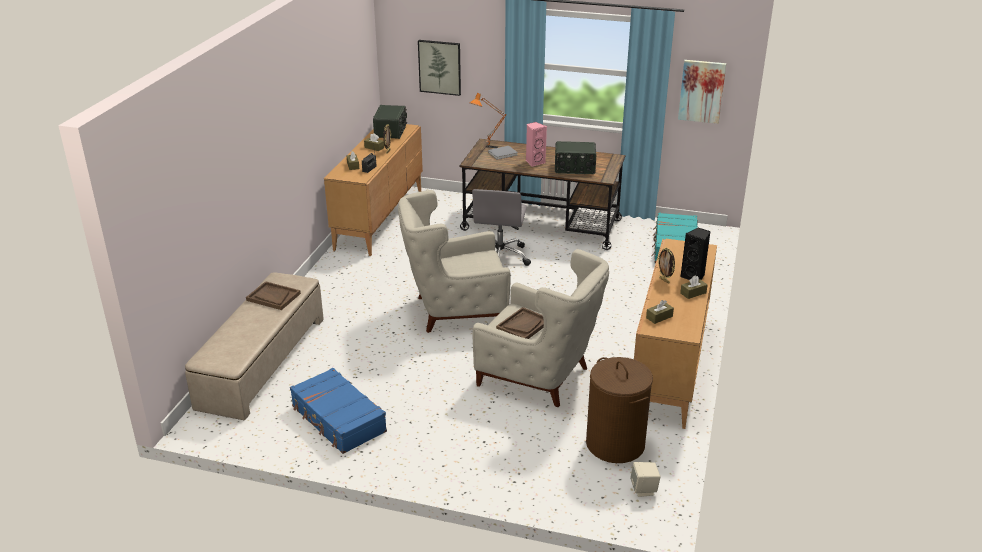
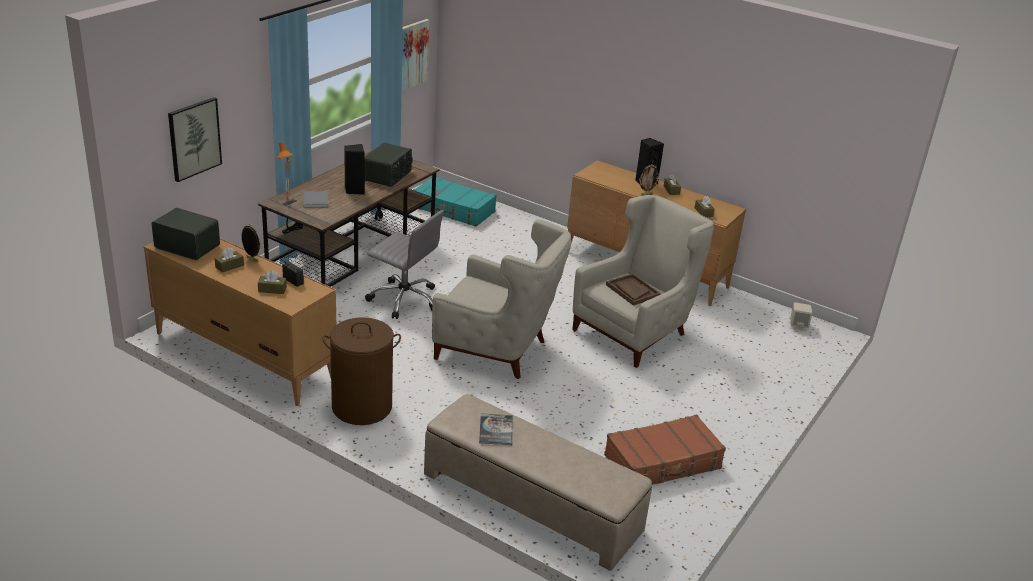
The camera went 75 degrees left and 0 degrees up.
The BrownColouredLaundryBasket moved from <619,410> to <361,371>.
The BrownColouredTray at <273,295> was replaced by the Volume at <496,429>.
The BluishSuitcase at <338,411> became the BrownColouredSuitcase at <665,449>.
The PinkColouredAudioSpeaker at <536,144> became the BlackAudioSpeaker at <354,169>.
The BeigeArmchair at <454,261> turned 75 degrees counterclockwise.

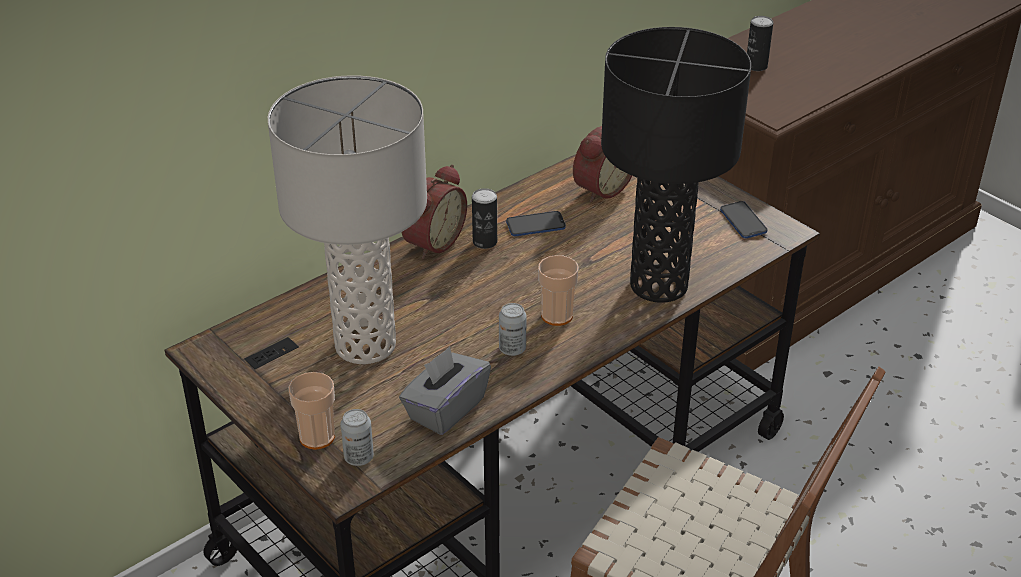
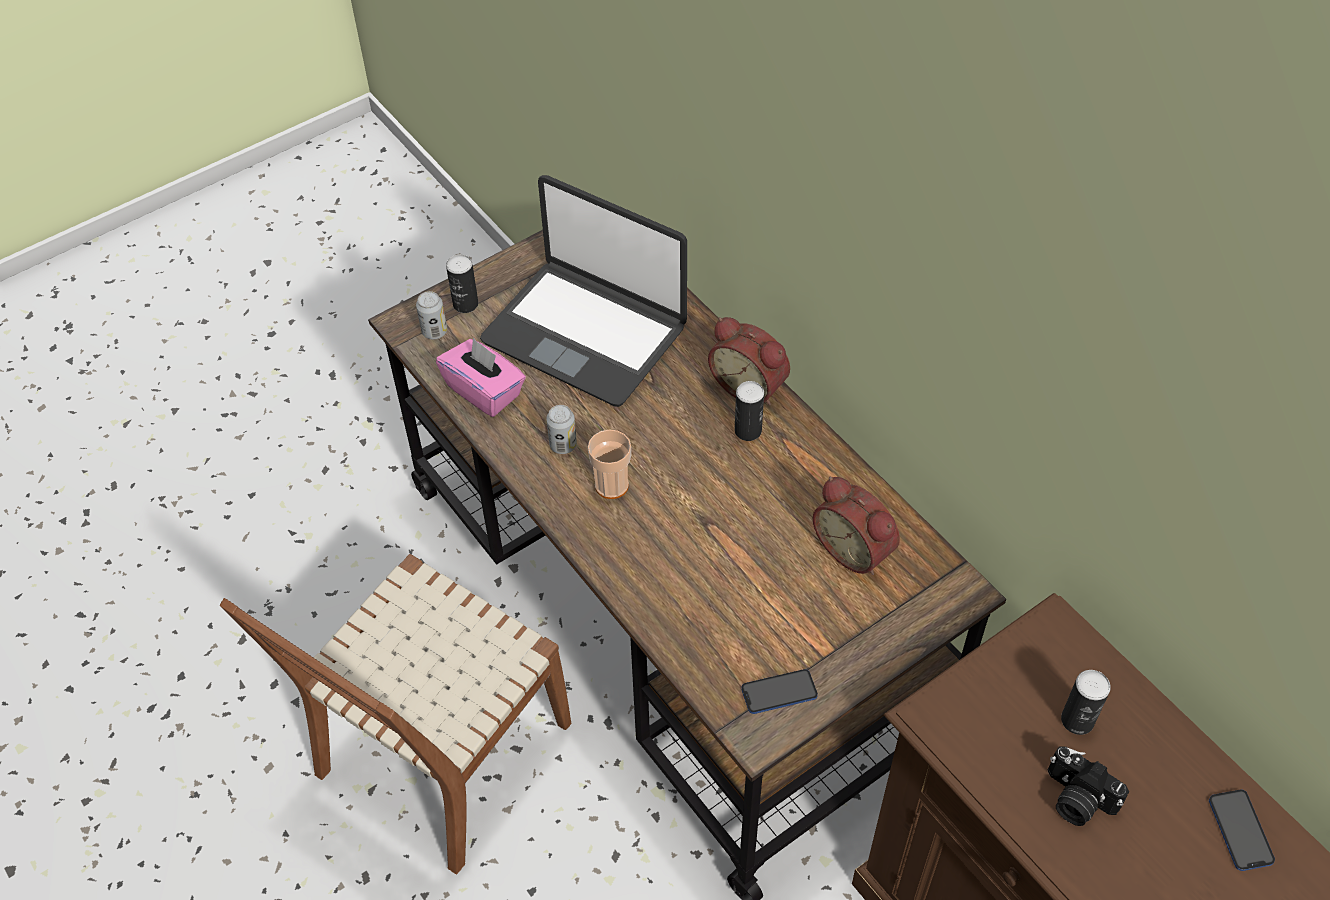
The camera went 95 degrees right and 15 degrees up.
The BlackTableLamp at <676,165> disappeared.
The StillCamera at <1088,786> appeared.
The Handset moved from <536,223> to <1242,830>.
The WhiteColouredTableLamp at <347,219> was replaced by the NotebookComputer at <583,291>.
The SmallCup at <311,411> was replaced by the SealedCan at <462,283>.
The GreyishTissueHolder at <445,390> became the PinkColouredTissueHolder at <481,377>.

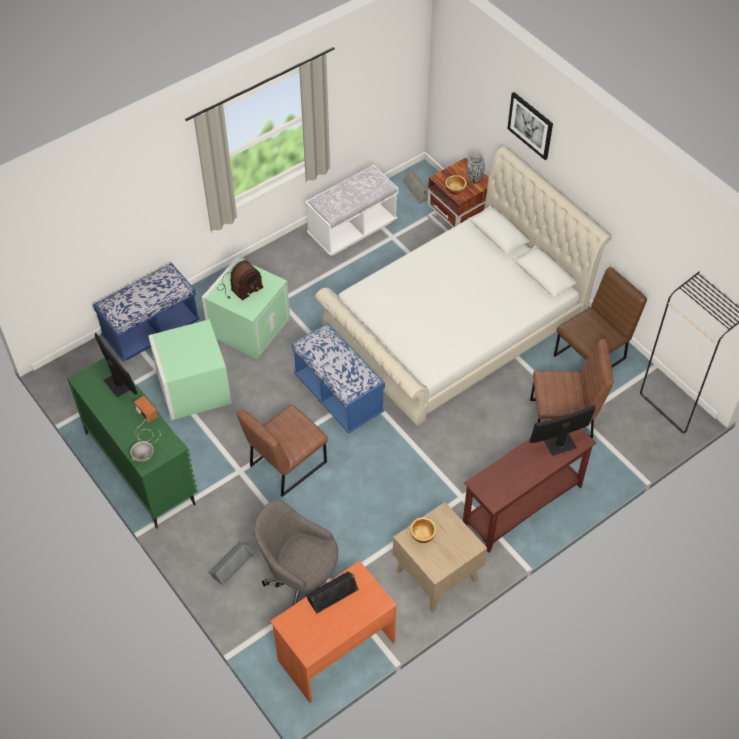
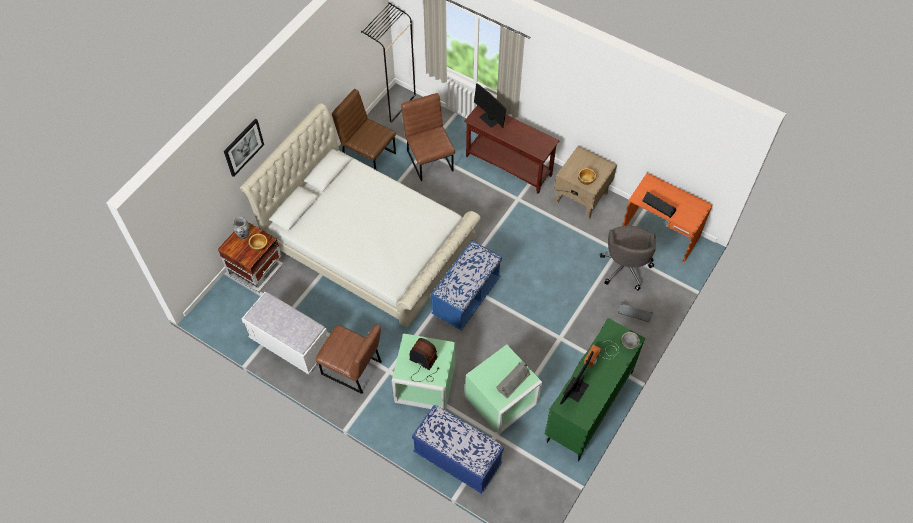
The camera went 110 degrees left and 5 degrees up.
The BrownColouredUprightChair moved from <282,451> to <348,359>.
The GreyishAudioSpeaker moved from <415,187> to <513,381>.

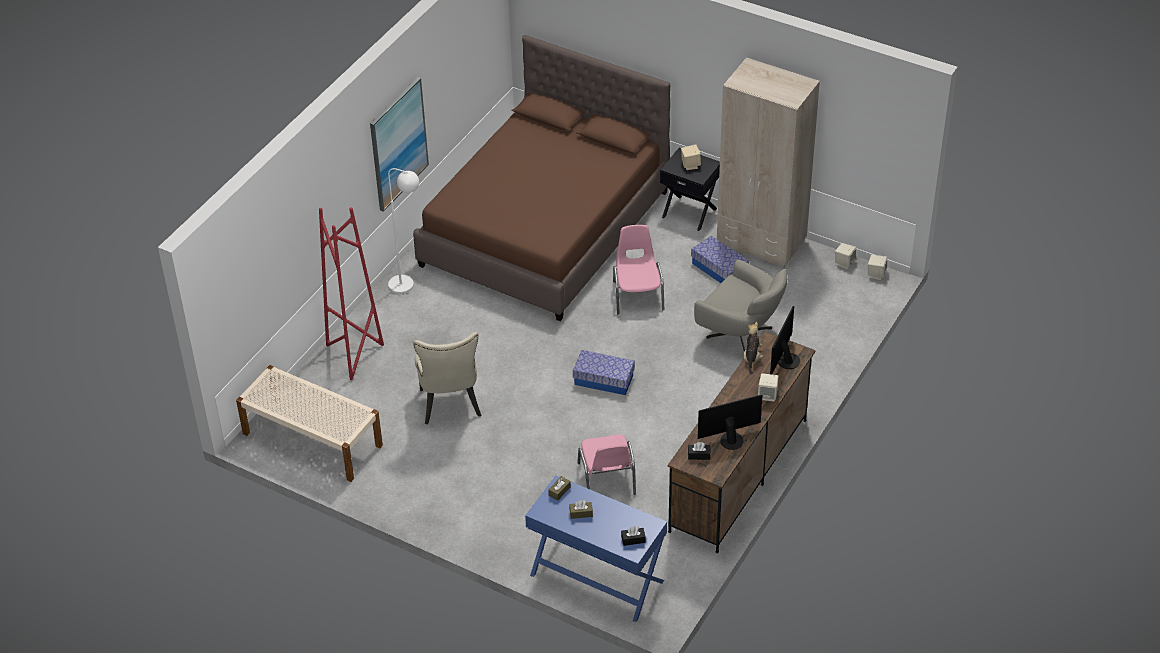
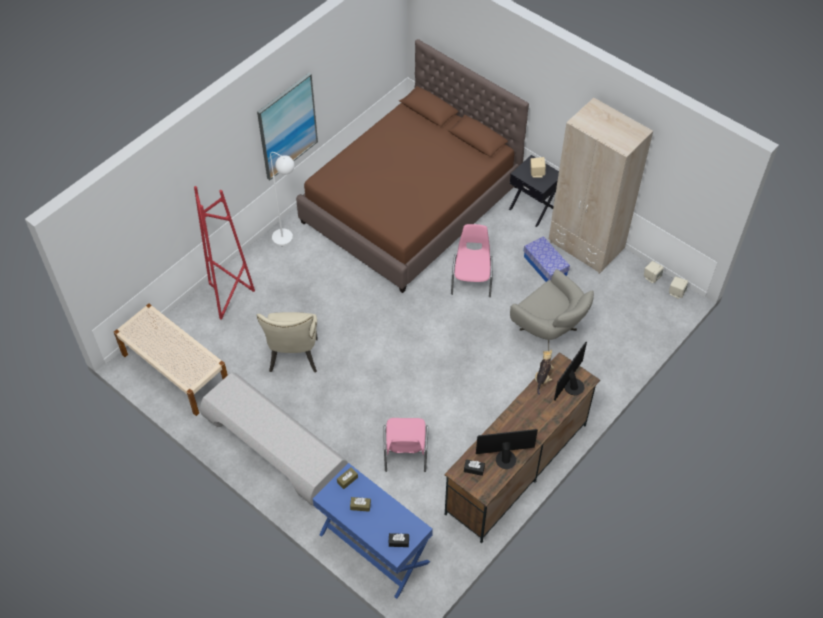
The camera went 10 degrees right and 10 degrees up.
The StorageBin at <604,372> disappeared.
The BeigeAudioSpeaker at <768,387> disappeared.
The GreyishBench at <274,439> appeared.

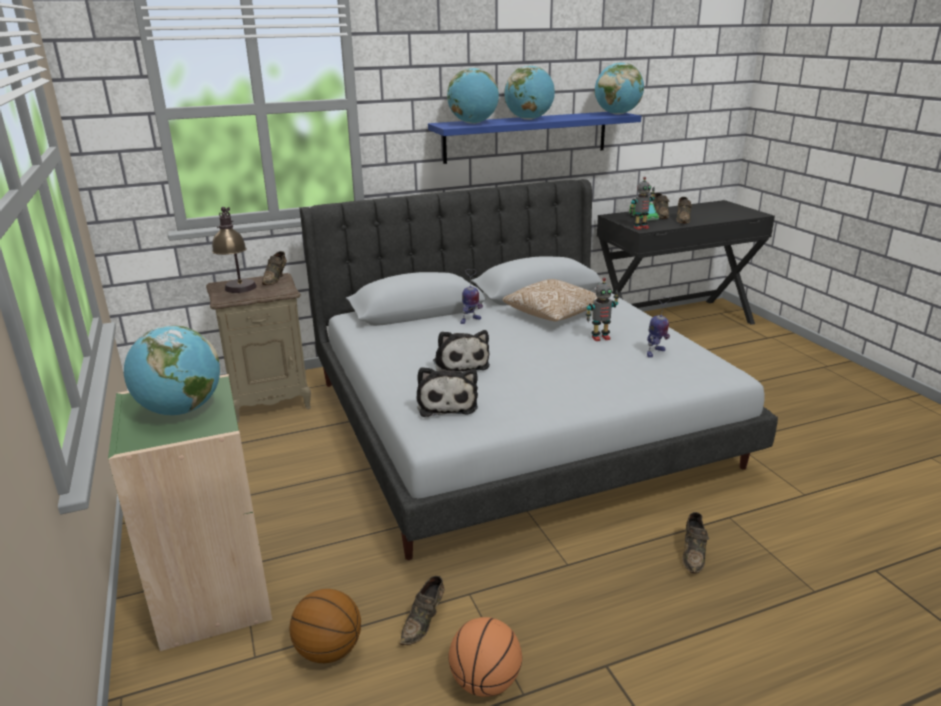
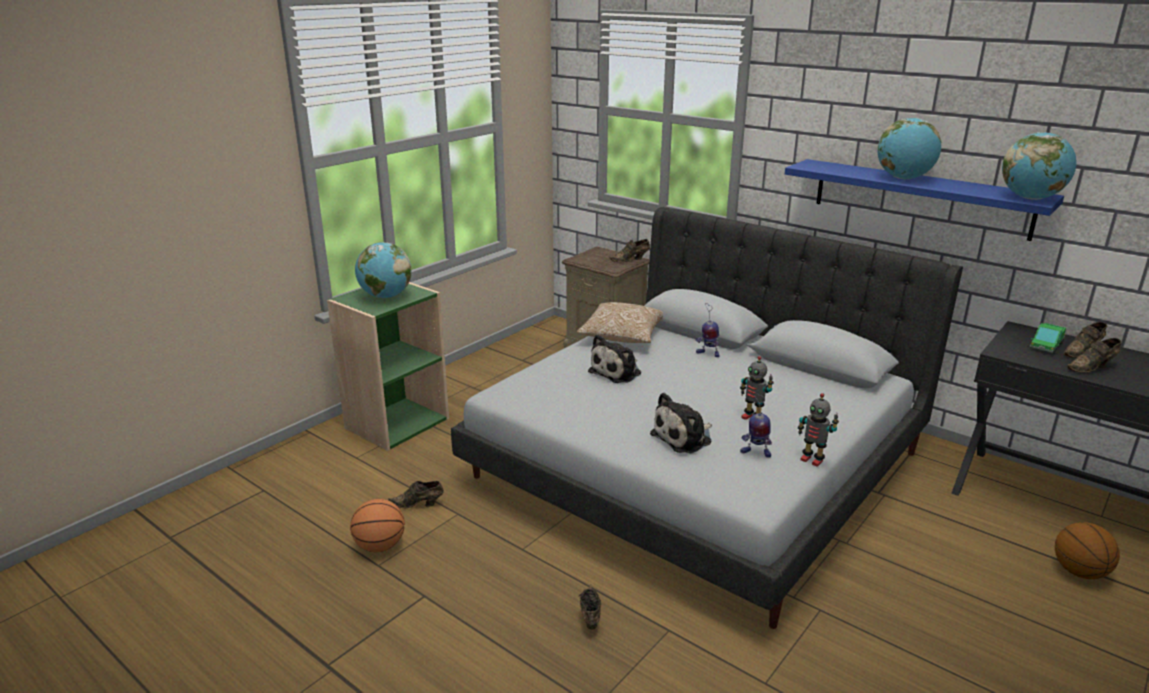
The camera went 60 degrees right and 0 degrees up.
The TableLamp at <234,250> disappeared.
The WorldGlobe at <473,96> disappeared.
The BallForBasketball moved from <325,626> to <1087,550>.
The PlushToy moved from <447,392> to <681,422>.
The ThrowPillow moved from <550,300> to <620,322>.
The RobotFigure moved from <642,203> to <818,430>.
The BrownColouredLowShoe at <695,543> turned 105 degrees clockwise.

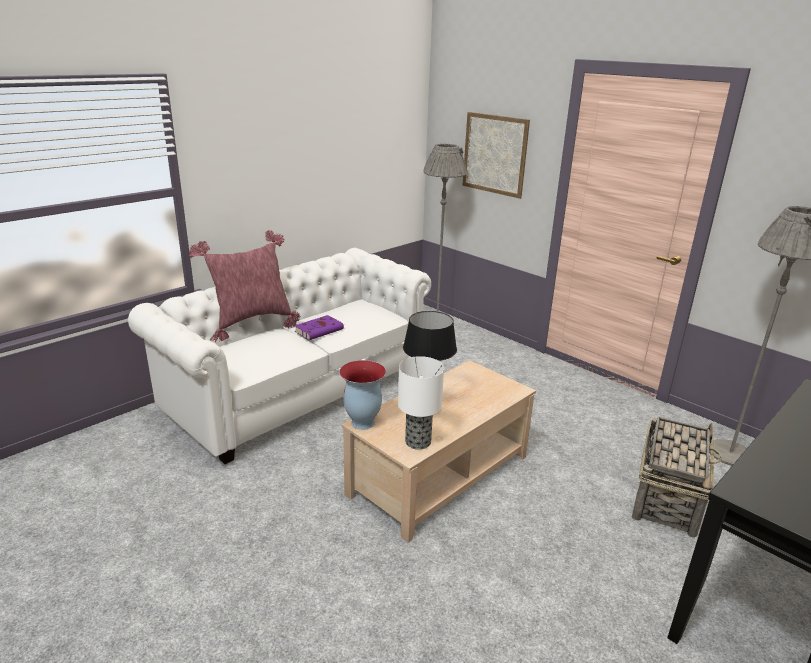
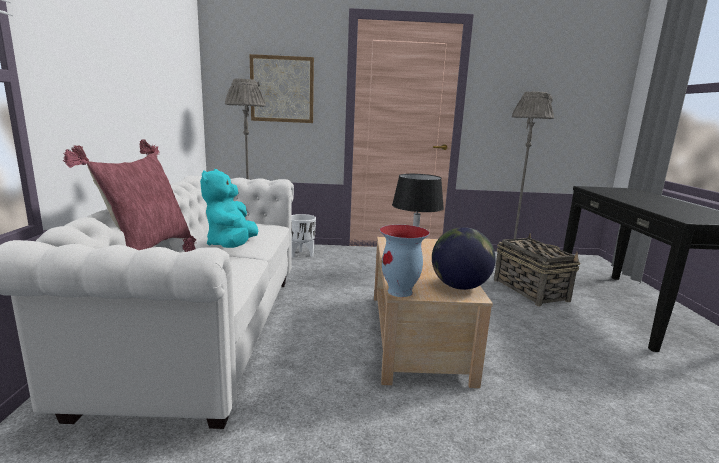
The camera went 45 degrees left and 10 degrees down.
The WhiteColouredFlowerPot at <304,236> appeared.
The PurpleColouredVolume at <319,327> was replaced by the TurquoisePlushToy at <229,208>.
The TableLamp at <421,403> was replaced by the WorldGlobe at <464,258>.

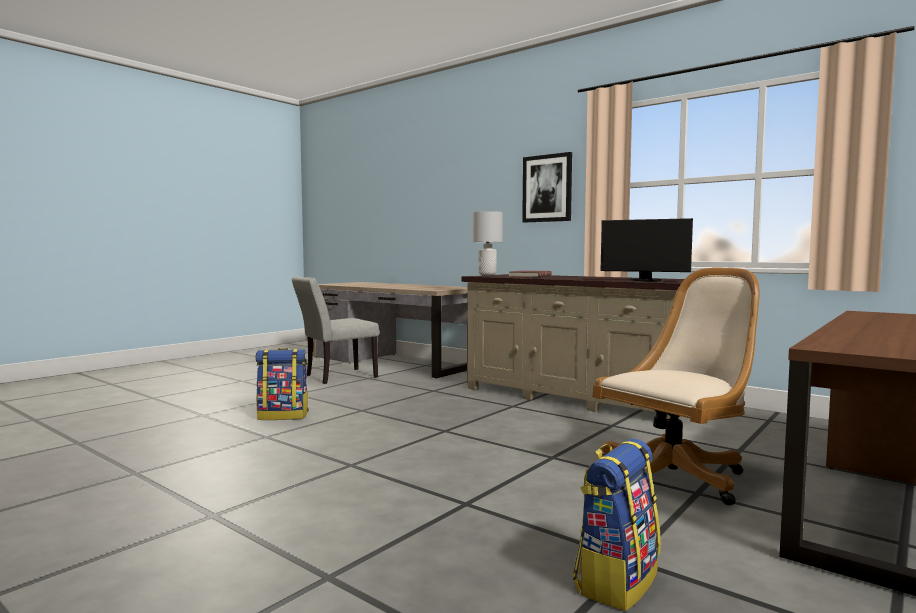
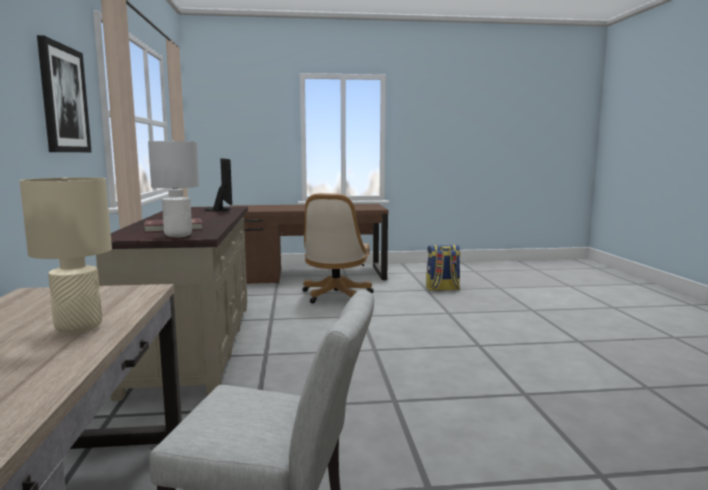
The camera went 135 degrees left and 5 degrees up.
The Knapsack at <282,384> disappeared.
The BeigeTableLamp at <65,255> appeared.
The OfficeChair at <676,386> turned 90 degrees counterclockwise.

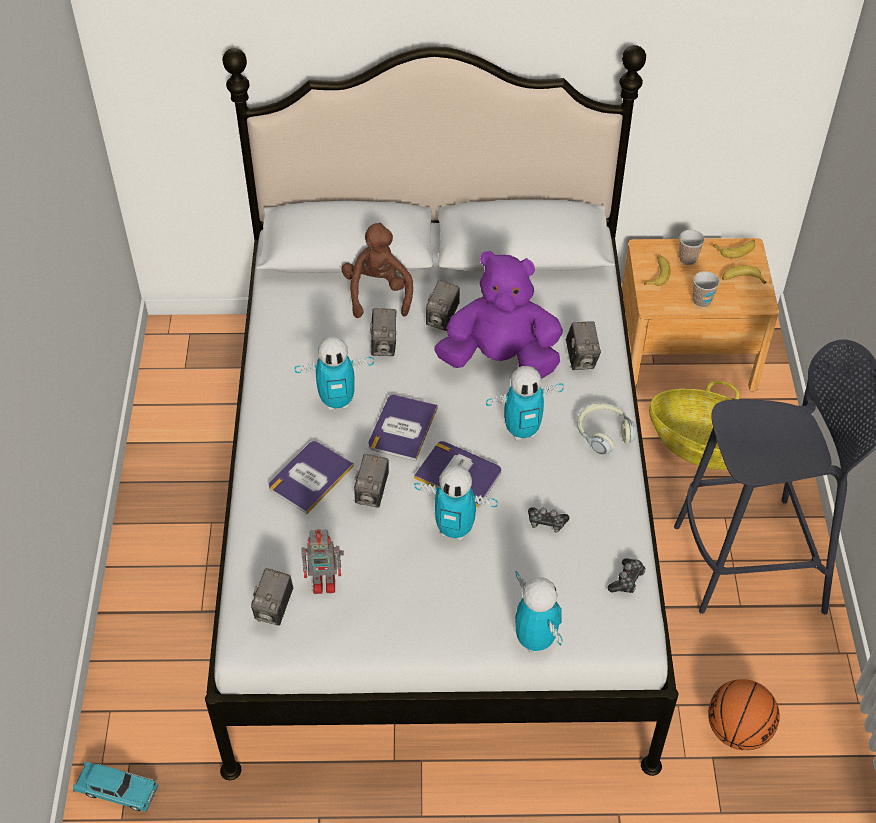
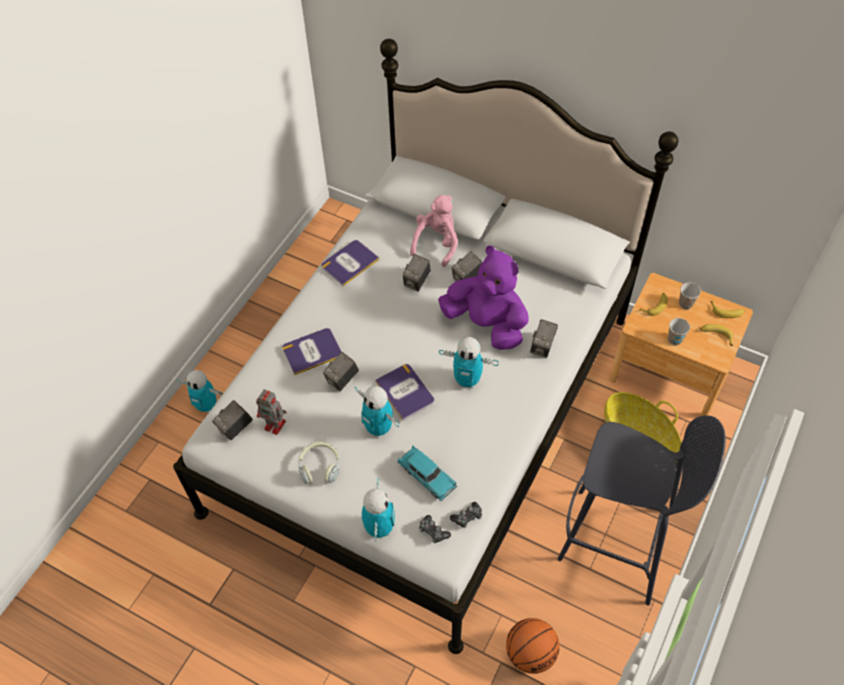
The camera went 30 degrees right and 5 degrees up.
The TurquoiseToyCar moved from <116,786> to <427,473>.
The RobotFigure moved from <334,373> to <199,391>.
The Volume moved from <403,428> to <350,263>.
The Gamepad moved from <548,520> to <435,529>.
The PairOfHeadphones moved from <606,429> to <319,462>.
The BrownColouredPlushToy at <377,270> became the PinkColouredPlushToy at <434,231>.

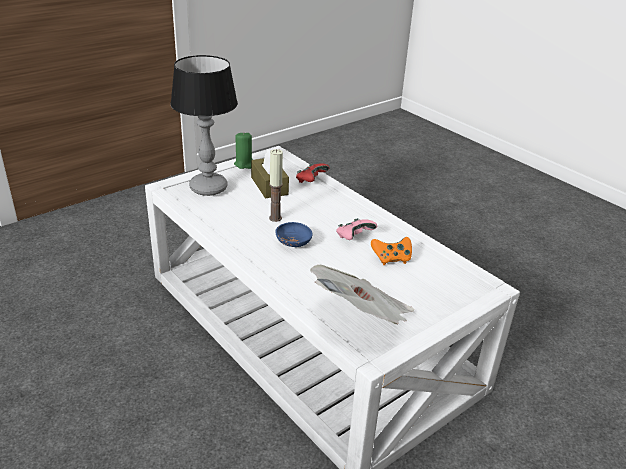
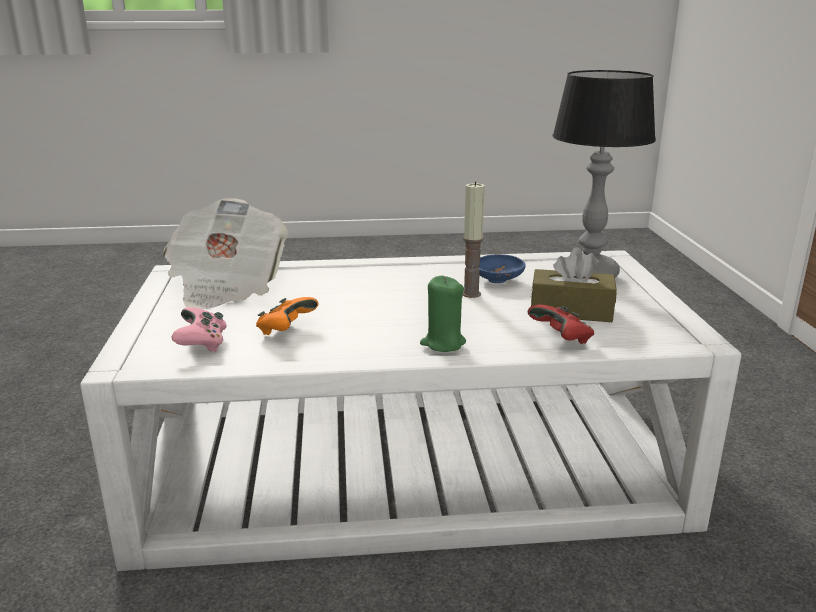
The camera went 125 degrees right and 10 degrees down.
The GreenishWaxLight moved from <243,151> to <443,314>.
The BluishDeepDish moved from <294,234> to <502,268>.
The PinkColouredGamepad moved from <356,229> to <199,329>.

